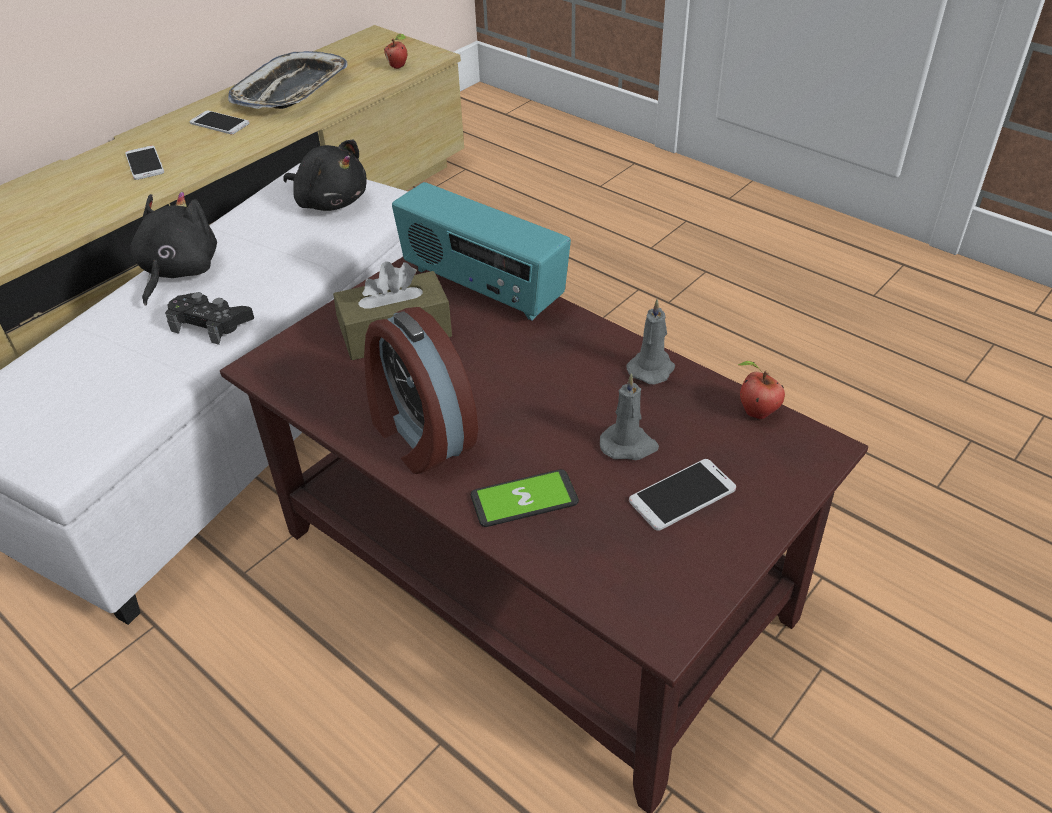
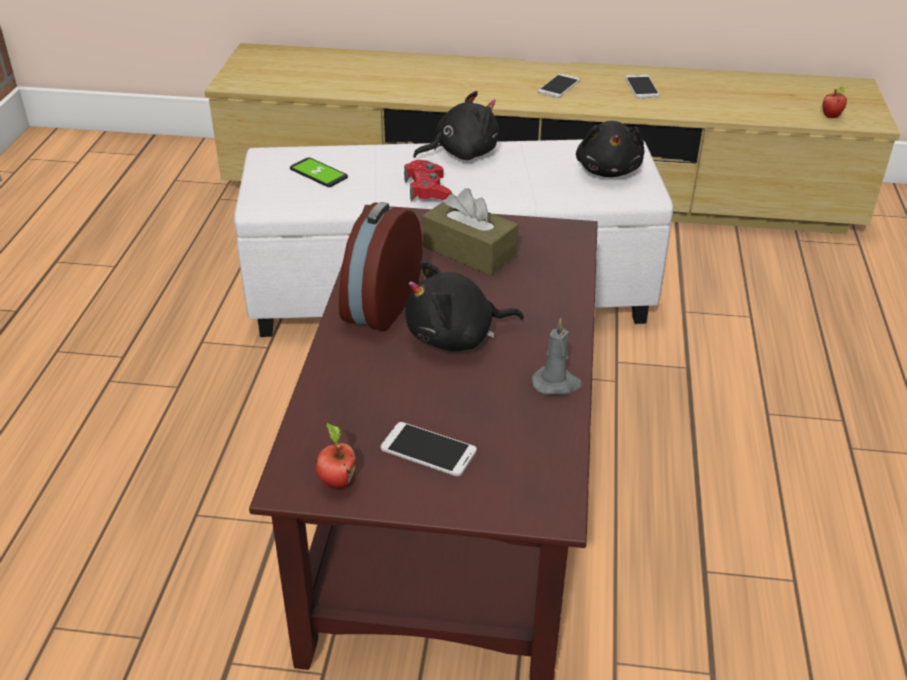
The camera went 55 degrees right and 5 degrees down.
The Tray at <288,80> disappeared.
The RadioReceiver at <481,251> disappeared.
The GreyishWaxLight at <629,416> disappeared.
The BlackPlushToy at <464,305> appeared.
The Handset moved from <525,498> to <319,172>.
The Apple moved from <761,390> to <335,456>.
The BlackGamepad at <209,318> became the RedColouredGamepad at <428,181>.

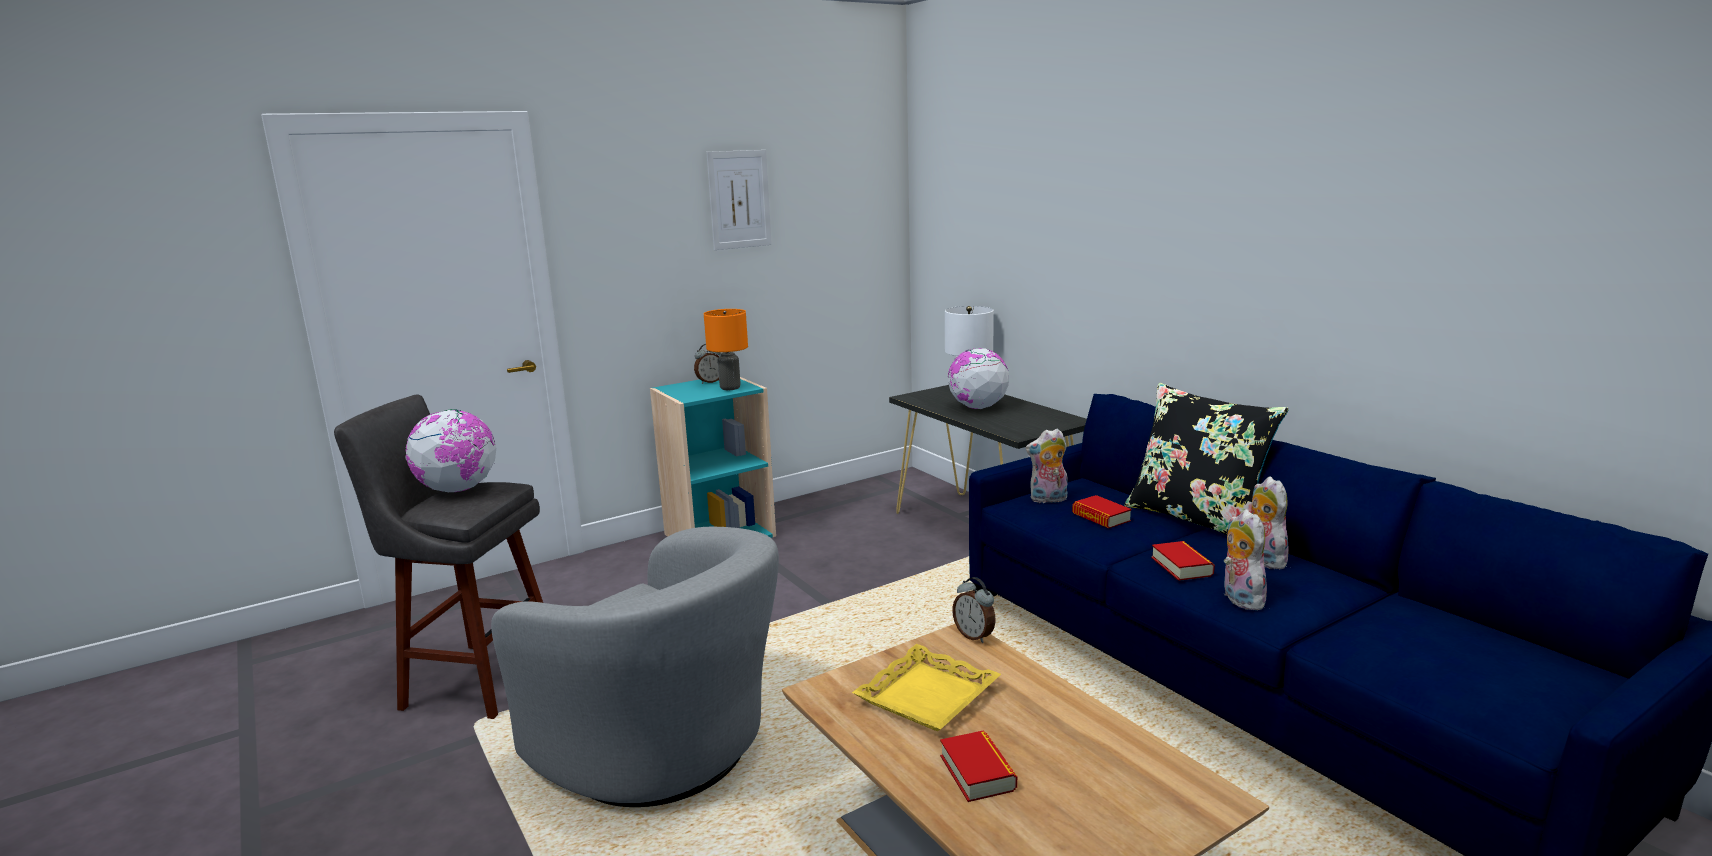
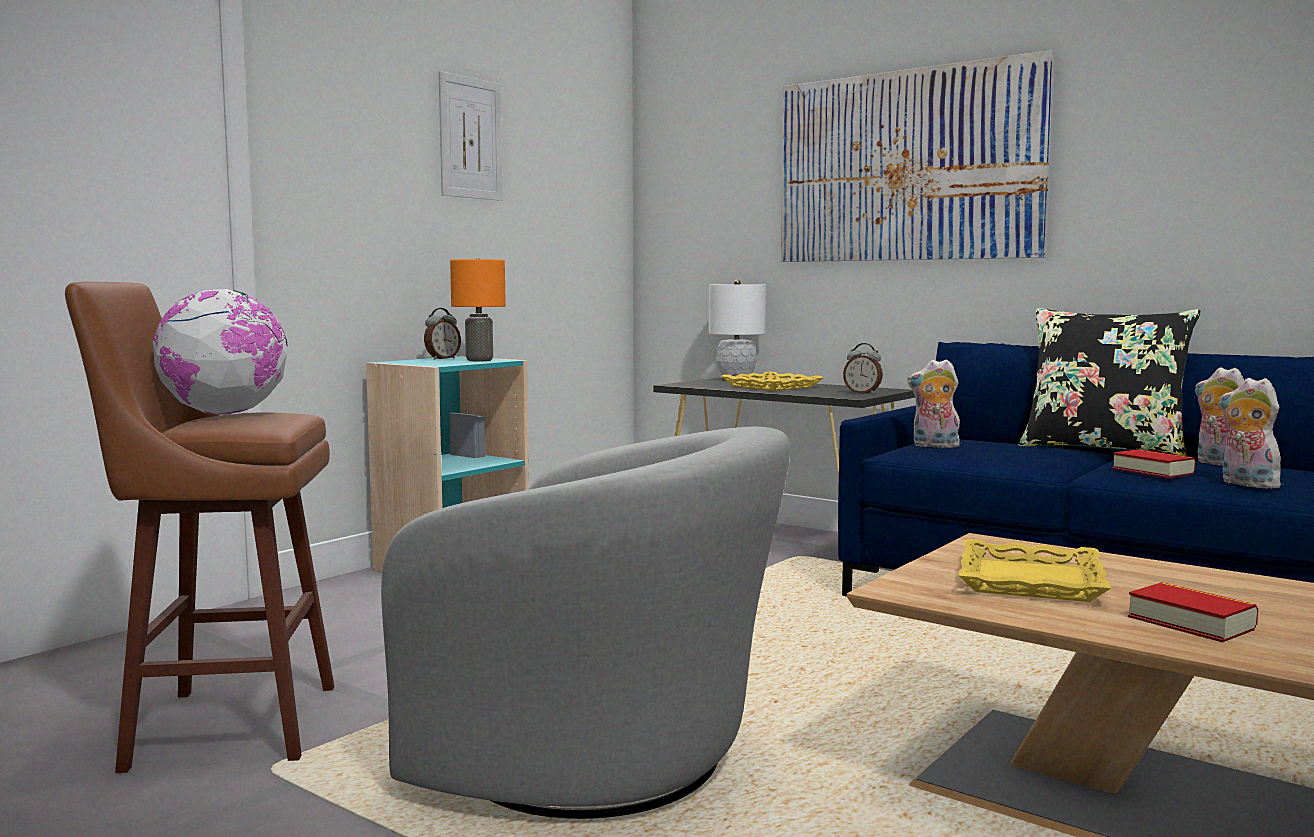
The camera went 20 degrees left and 10 degrees down.
The Volume at <1102,511> disappeared.
The WallPicture at <917,156> appeared.
The BedsideClock moved from <974,610> to <863,368>.
The WorldGlobe at <978,378> was replaced by the YellowTray at <772,381>.
The GreyishStoolSeat at <438,557> became the BrownColouredStoolSeat at <199,527>.
The PlushToy at <1047,466> turned 45 degrees clockwise.

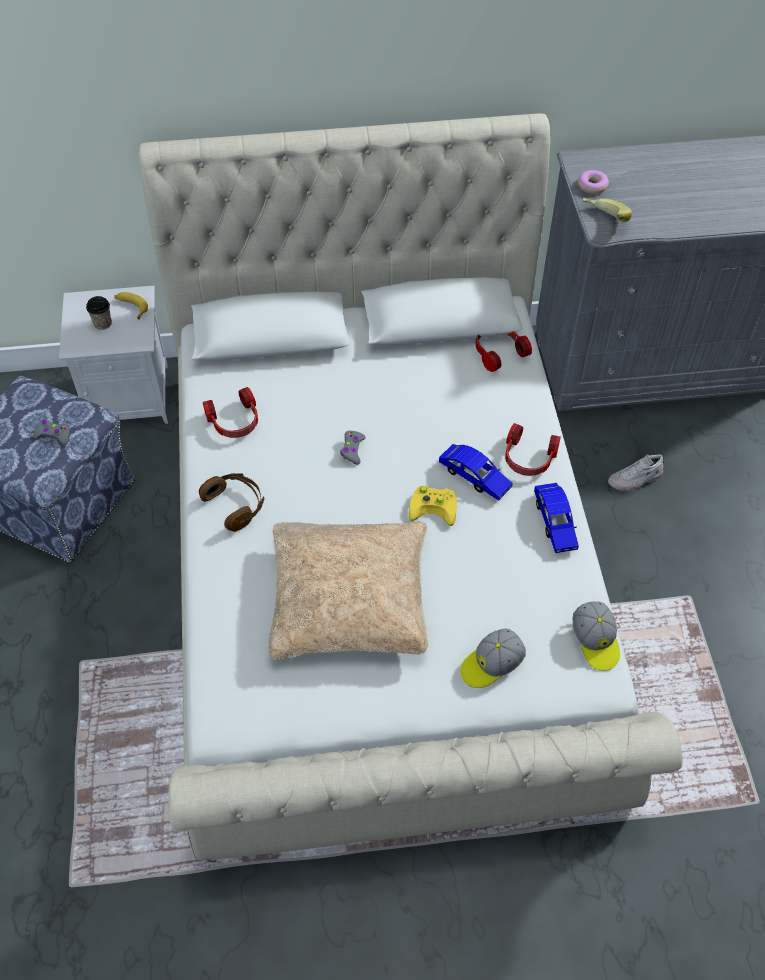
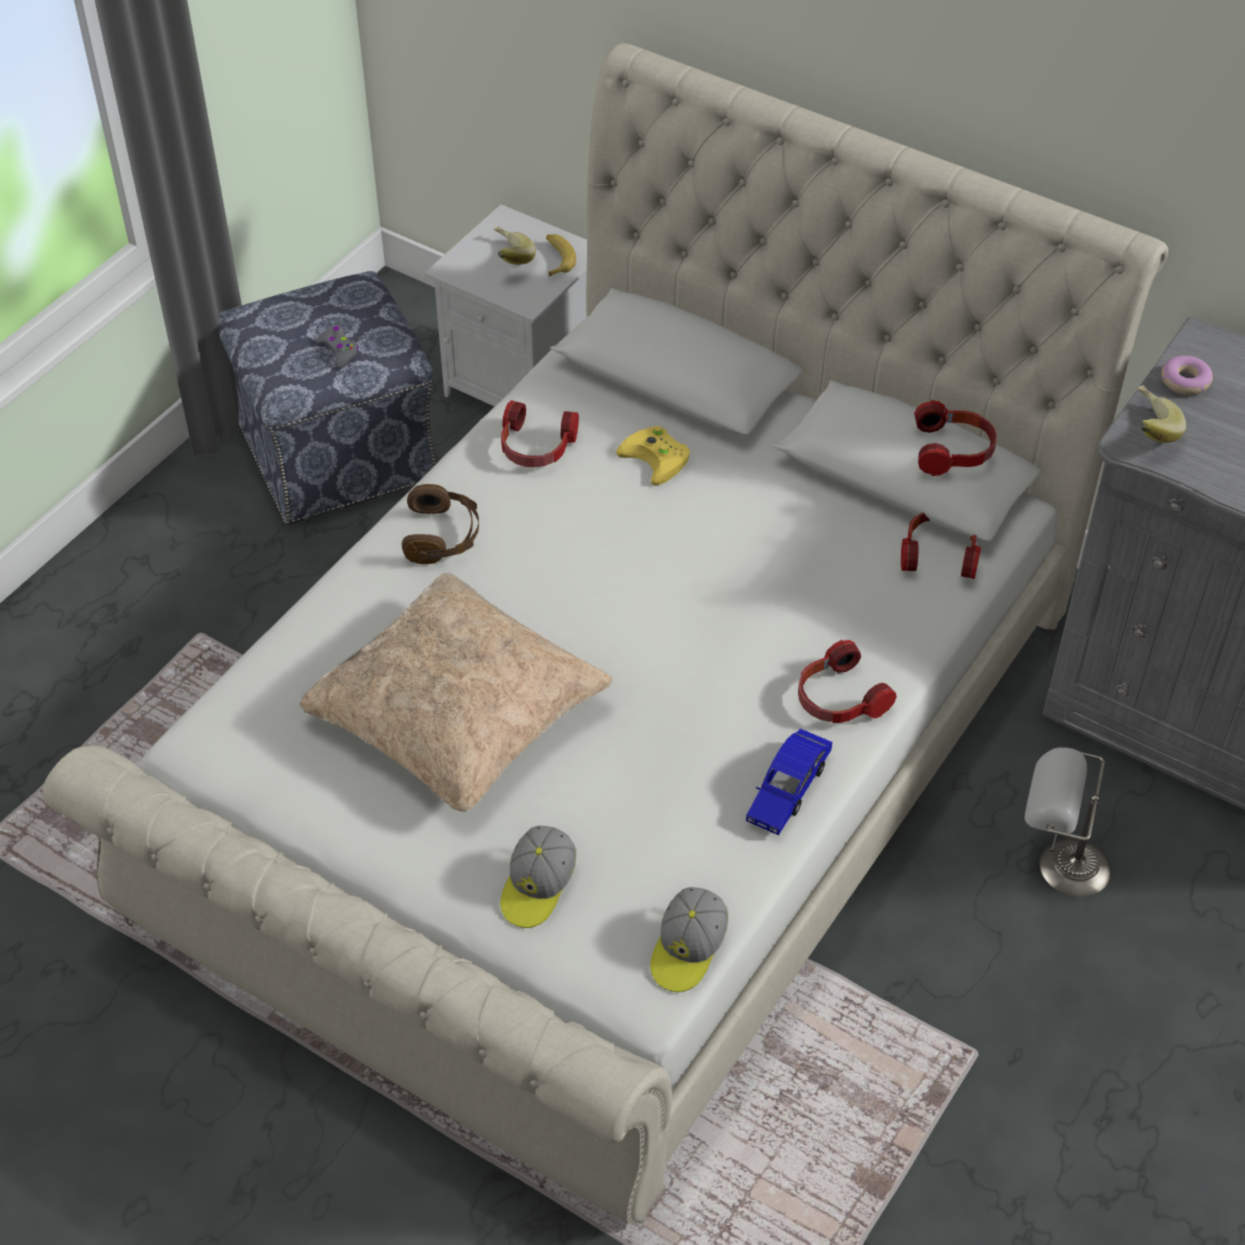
The camera went 40 degrees right and 5 degrees down.
The GreyishGamepad at <353,448> disappeared.
The BluishToyCar at <476,472> disappeared.
The PairOfHeadphones at <955,438> appeared.
The YellowGamepad moved from <433,506> to <653,455>.
The SmallCup at <99,313> was replaced by the Banana at <515,245>.
The WhiteColouredLowShoe at <636,472> was replaced by the WhiteColouredTableLamp at <1068,822>.
The Cap at <493,658> turned 75 degrees counterclockwise.

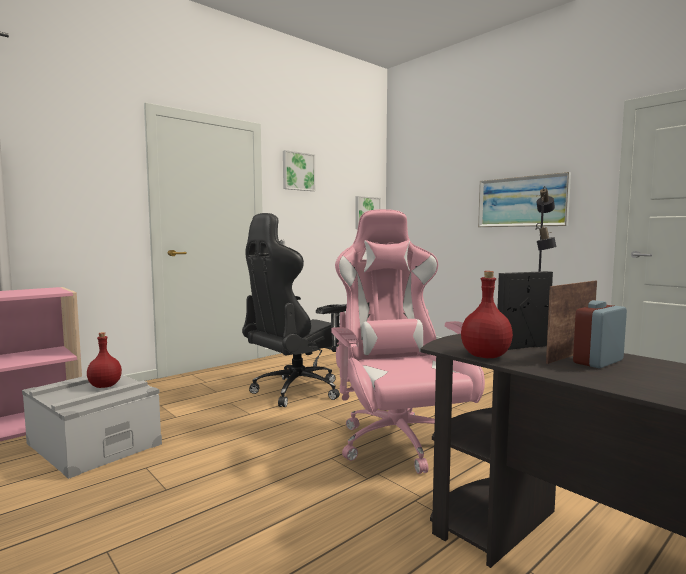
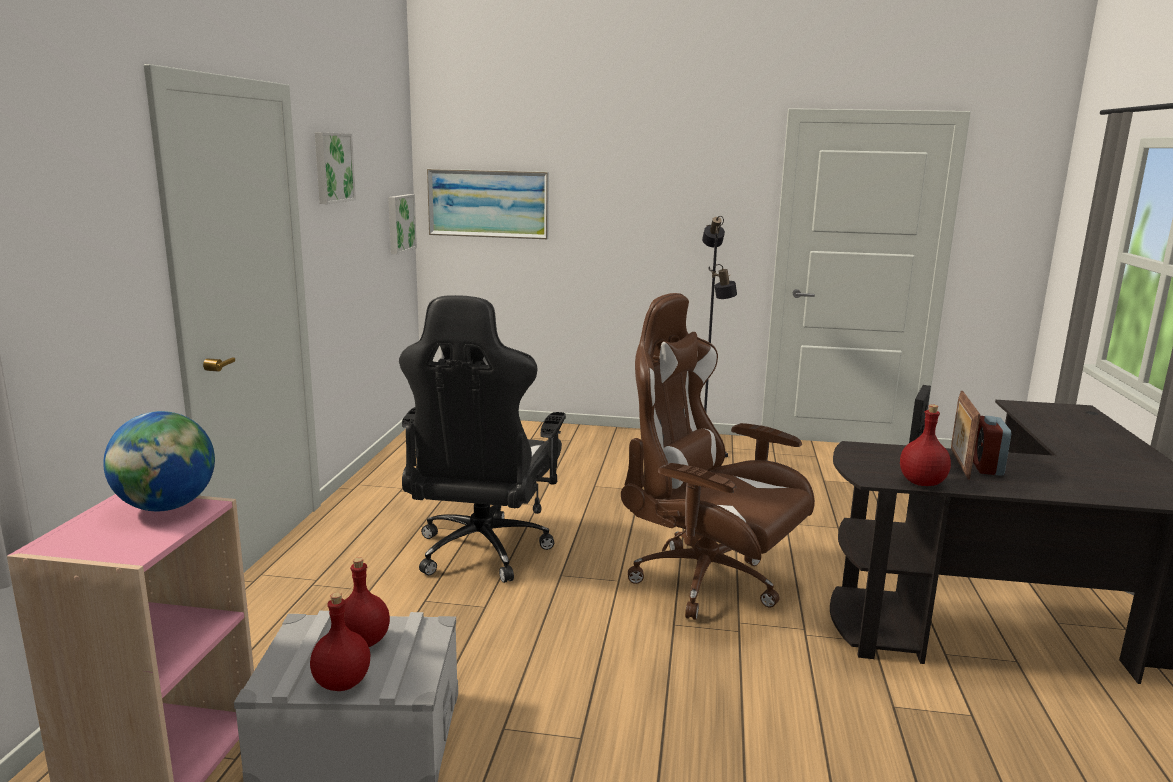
The camera went 40 degrees left and 10 degrees up.
The WorldGlobe at <159,461> appeared.
The RedColouredBottle at <340,641> appeared.
The WallPicture moved from <524,199> to <488,204>.
The PinkColouredOfficeChair at <408,341> became the BrownColouredOfficeChair at <718,456>.

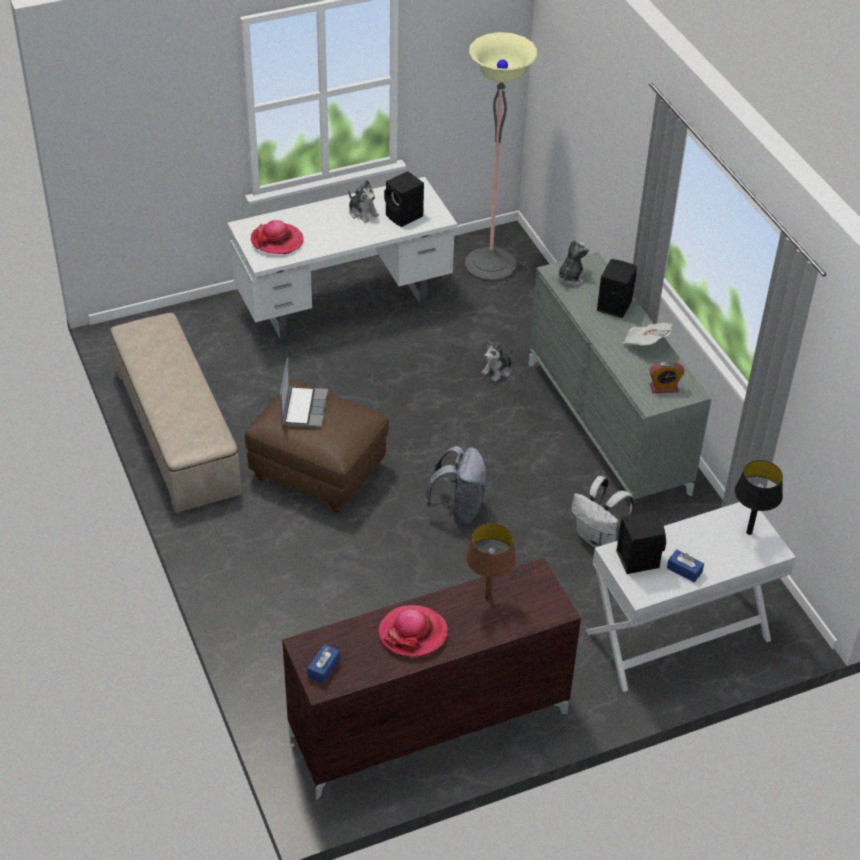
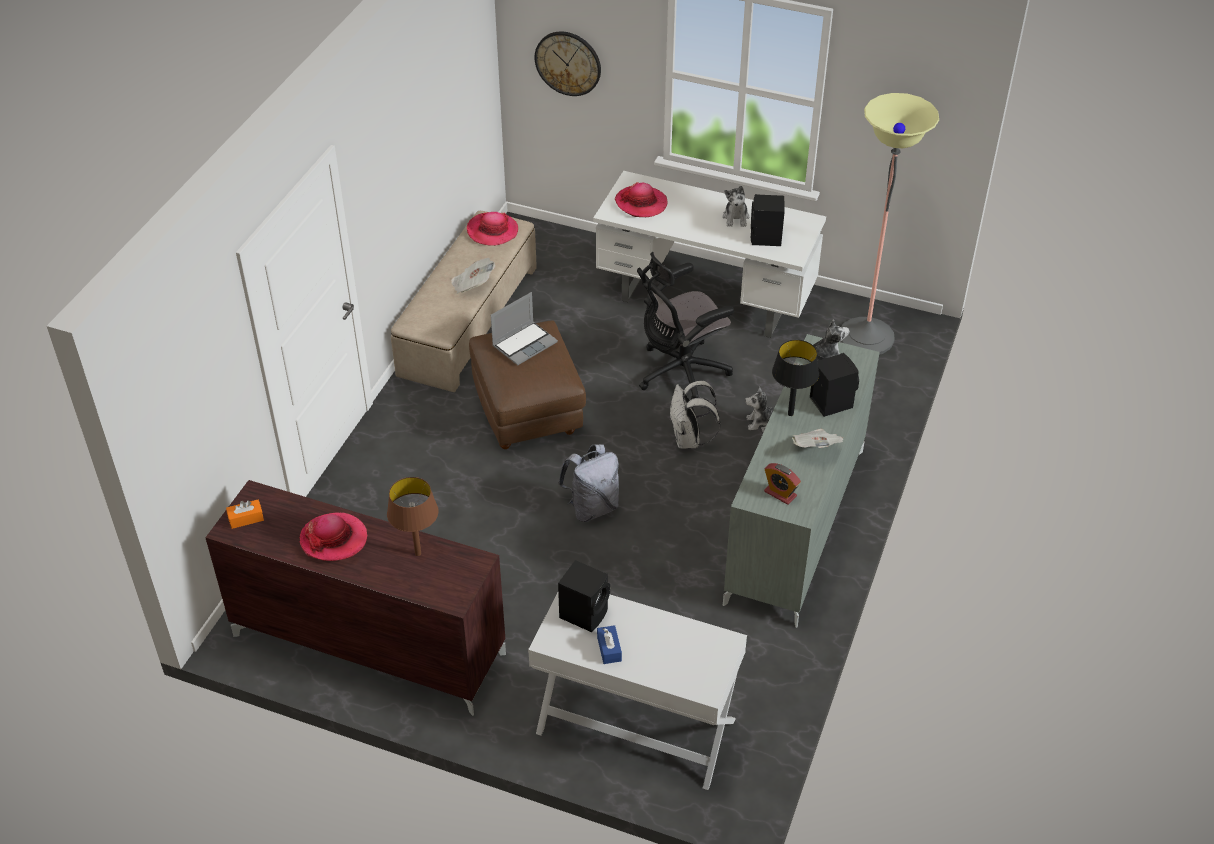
The camera went 45 degrees right and 0 degrees up.
The PrintedPaper at <473,276> appeared.
The WearableHat at <492,229> appeared.
The ClockOnTheWall at <567,63> appeared.
The OfficeChair at <685,325> appeared.
The WhiteColouredKnapsack moved from <602,512> to <695,415>.
The BlackTableLamp moved from <759,497> to <795,378>.
The BluishTissueHolder at <323,664> became the OrangeTissueHolder at <245,514>.

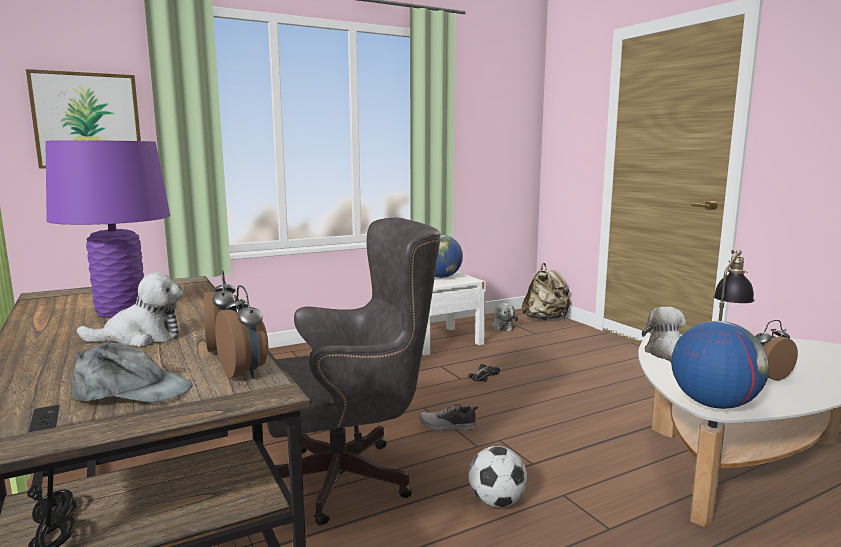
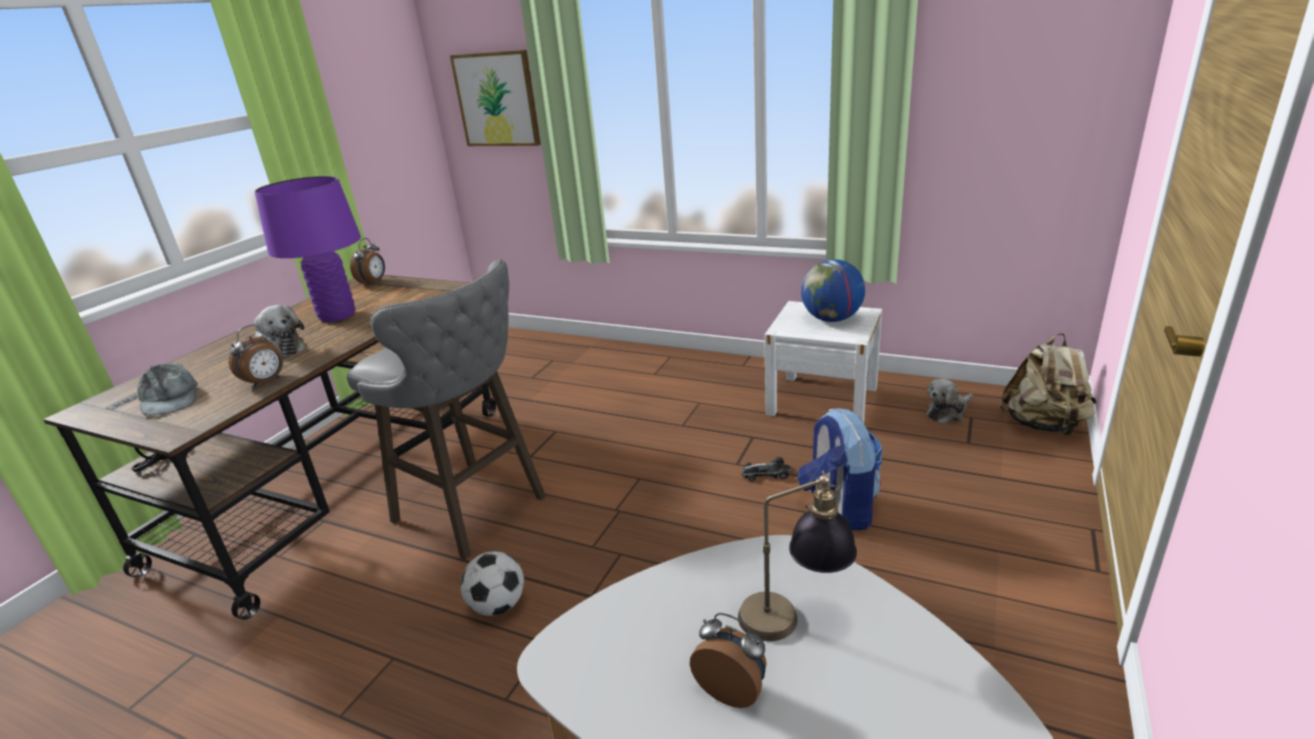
The camera went 55 degrees right and 15 degrees up.
The LowShoe at <449,417> disappeared.
The PlushToy at <664,335> disappeared.
The WorldGlobe at <720,365> disappeared.
The Knapsack at <840,469> appeared.
The BedsideClock moved from <241,331> to <367,261>.
The GreyishOfficeChair at <353,372> was replaced by the GreyishStoolSeat at <446,409>.

